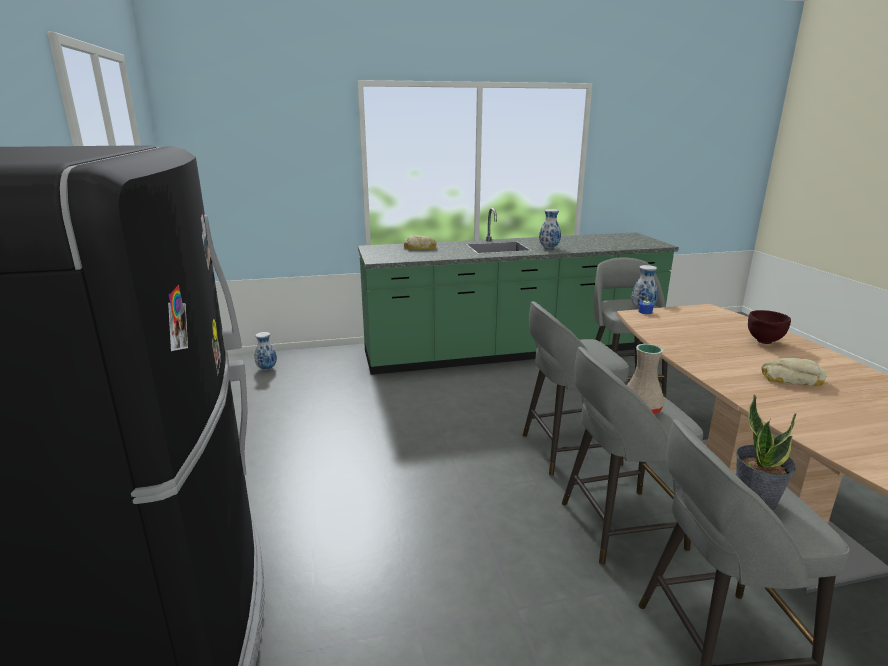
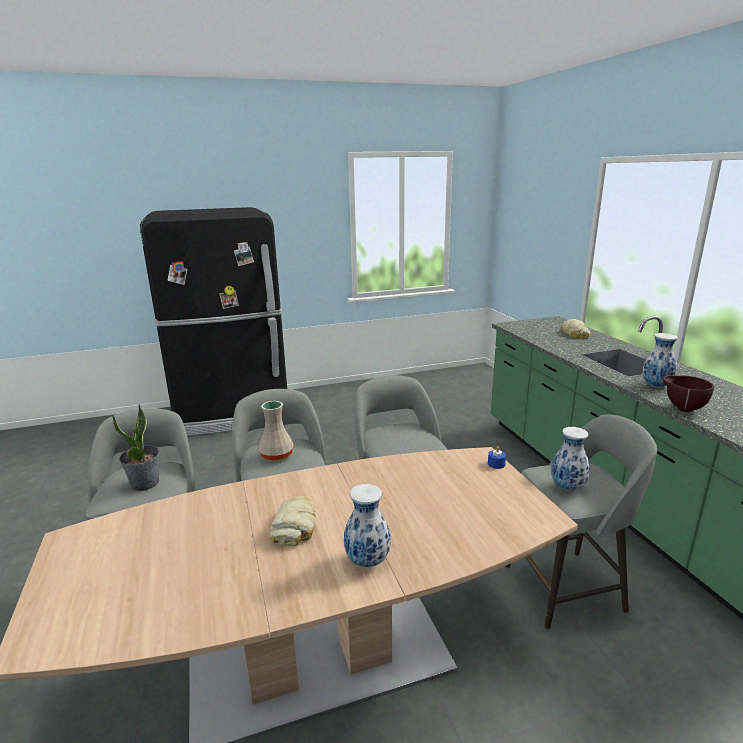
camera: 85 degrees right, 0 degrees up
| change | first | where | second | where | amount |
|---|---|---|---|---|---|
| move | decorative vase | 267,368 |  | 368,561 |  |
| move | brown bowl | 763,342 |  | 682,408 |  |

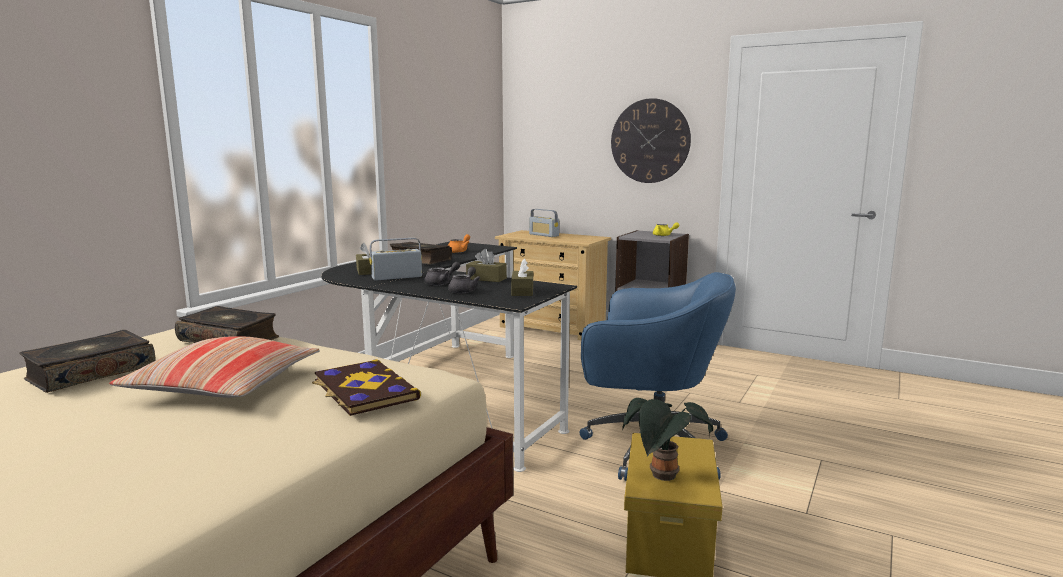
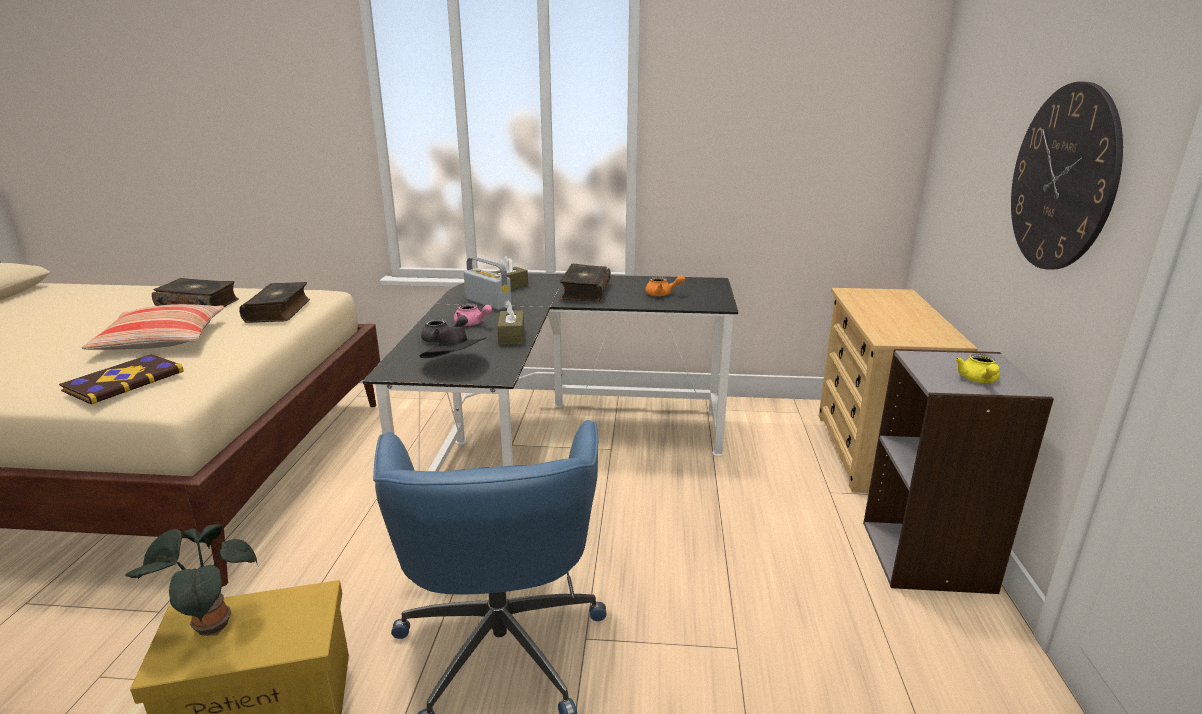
camera: 65 degrees right, 10 degrees up
| change | first | where | second | where | amount |
|---|---|---|---|---|---|
| recolor | greyish tea pot | 441,283 | pink tea pot | 472,324 |  |
| replace | brown box of tissues | 522,291 | black-coloured clothing hat | 456,364 |  |
| delete | radio | 543,235 |  |  |  |

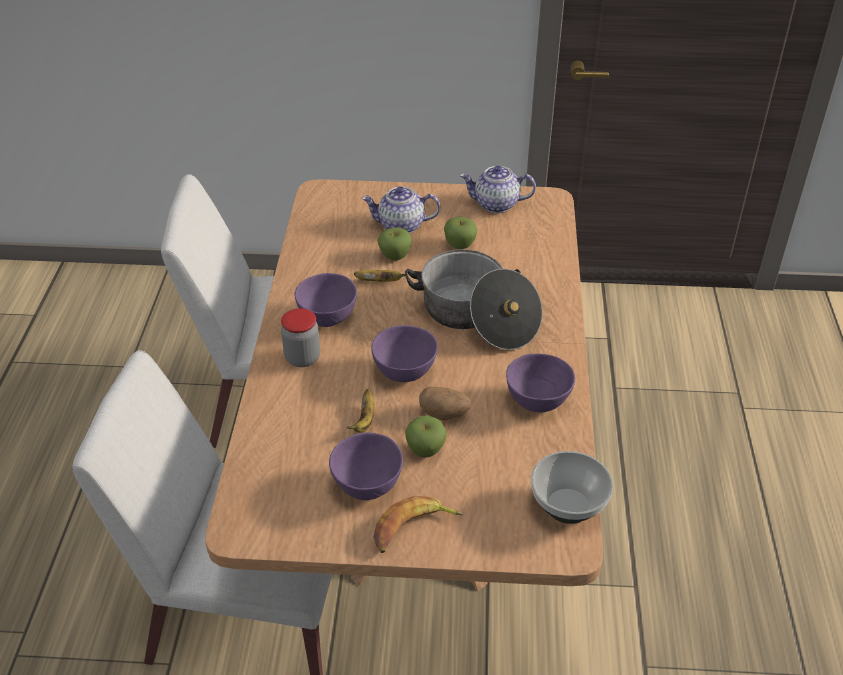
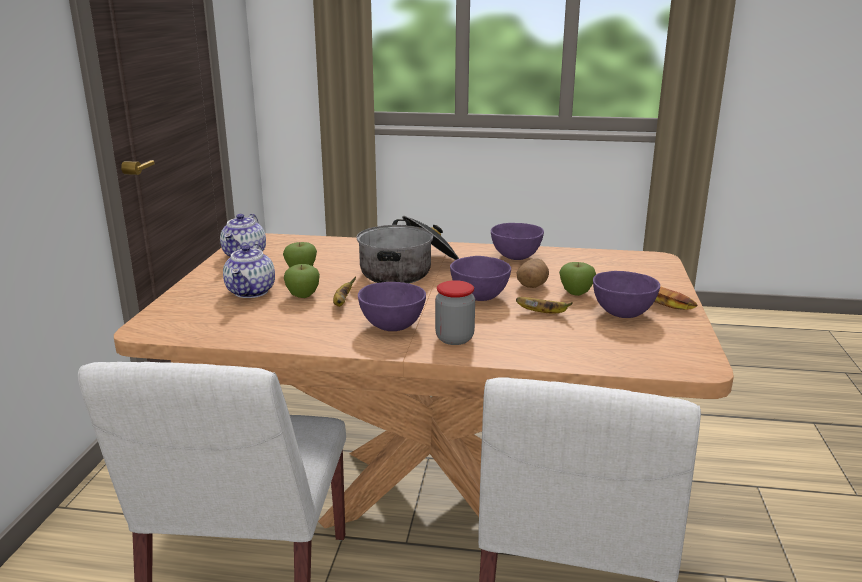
camera: 85 degrees left, 20 degrees down
| change | first | where | second | where | amount |
|---|---|---|---|---|---|
| delete | bowl | 567,505 |  |  |  |

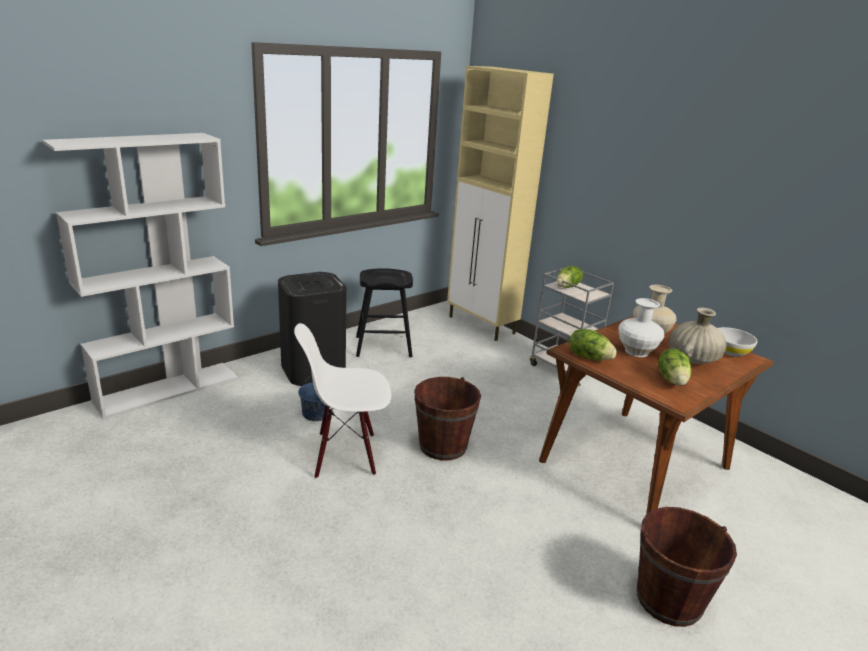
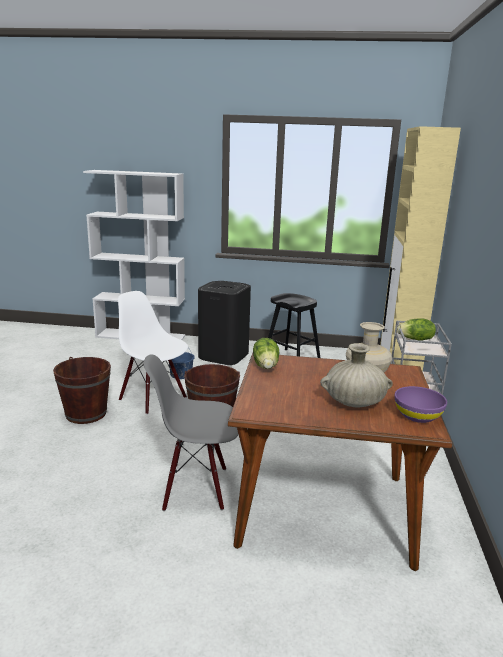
camera: 50 degrees right, 5 degrees down
| change | first | where | second | where | amount |
|---|---|---|---|---|---|
| delete | white decorative vase | 637,352 |  |  |  |
| move | brown water bucket | 669,600 |  | 86,414 |  |
| delete | lettuce | 672,380 |  |  |  |
| recolor | white bowl | 730,351 | purplish bowl | 417,416 |  |
| insert |  |  | greyish upright chair | 195,487 |  |

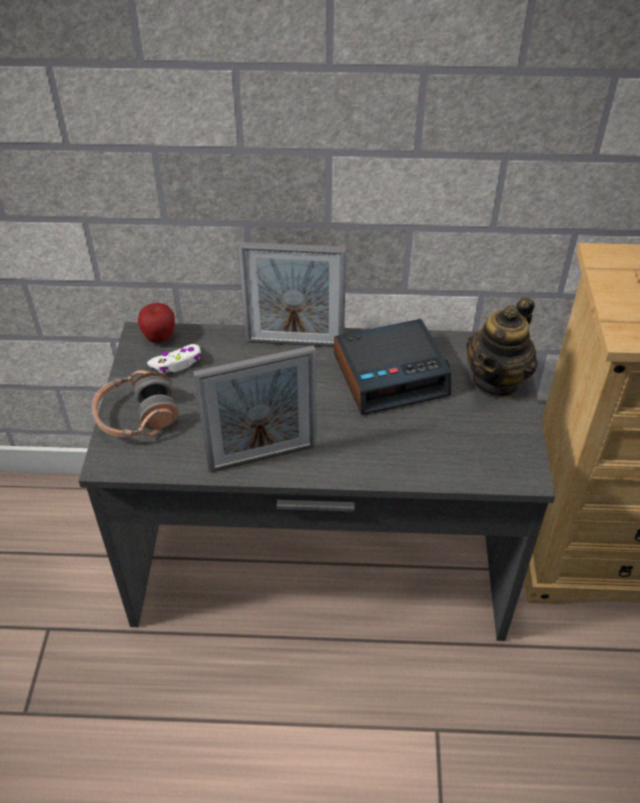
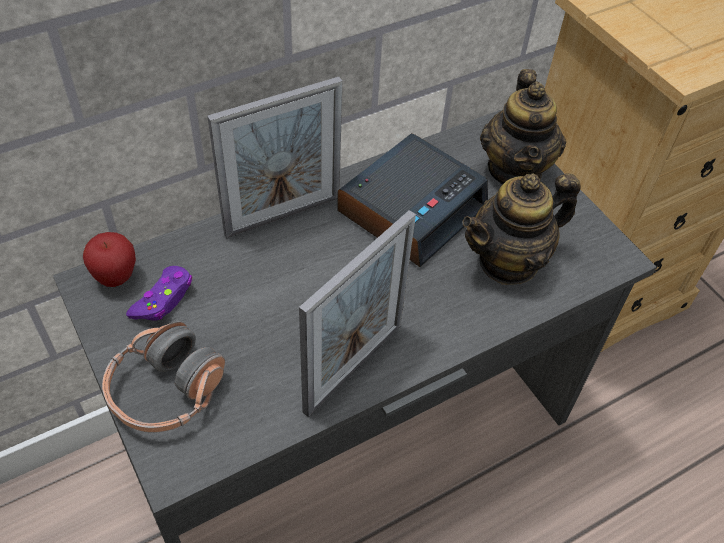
camera: 35 degrees left, 5 degrees up
| change | first | where | second | where | amount |
|---|---|---|---|---|---|
| recolor | white joypad | 177,363 | purplish joypad | 163,299 |  |
| insert |  |  | tea pot | 509,261 |  |

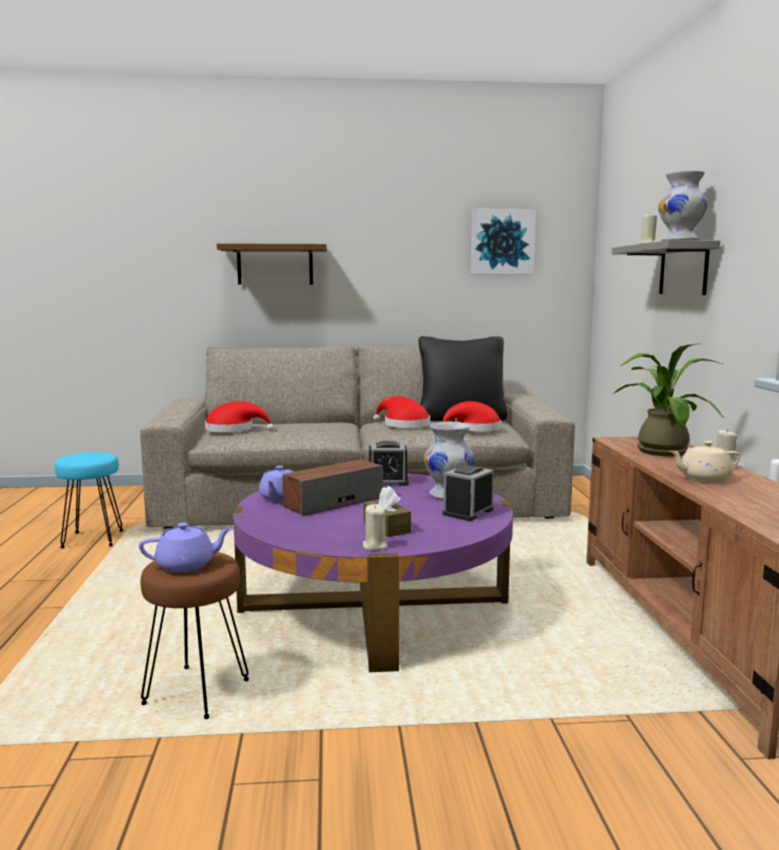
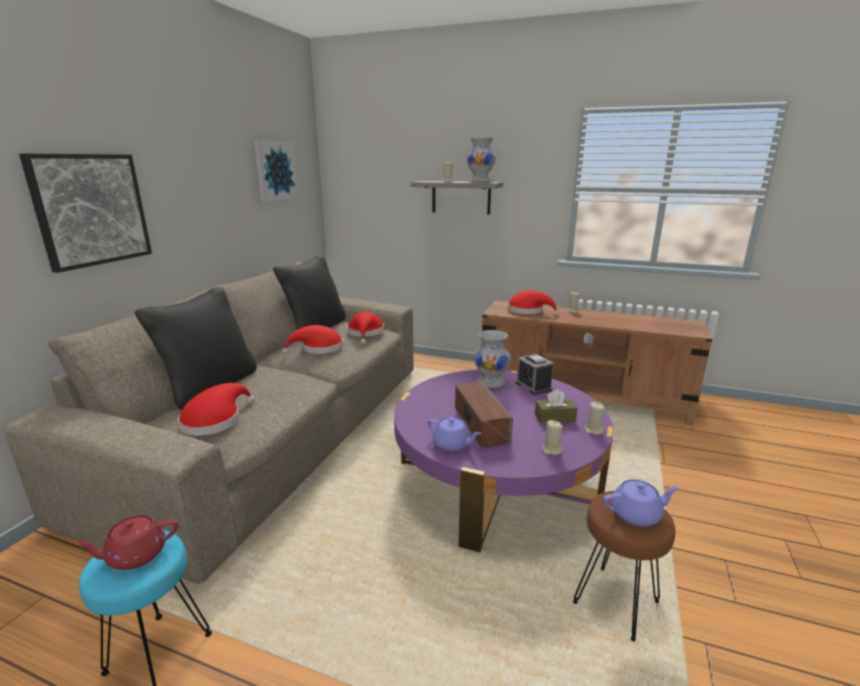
camera: 65 degrees left, 10 degrees up
| change | first | where | second | where | amount |
|---|---|---|---|---|---|
| rotate | purplish tea pot | 187,565 |  | 636,514 | 75 degrees clockwise |
| replace | brown bracket shelf | 275,265 | wall picture | 91,210 |  |
| delete | table clock | 387,481 |  |  |  |
| replace | plant in a pot | 660,450 | red clothing hat | 528,311 |  |
| delete | beige-coloured tea pot | 703,478 |  |  |  |
| insert |  |  | red tea pot | 135,555 |  |
| insert |  |  | black-coloured cushion | 210,386 |  |
| insert |  |  | beige-coloured candle | 551,450 |  |

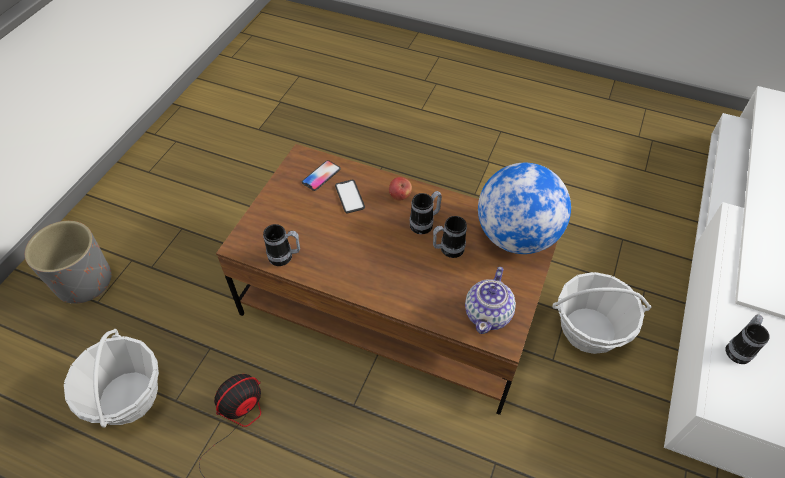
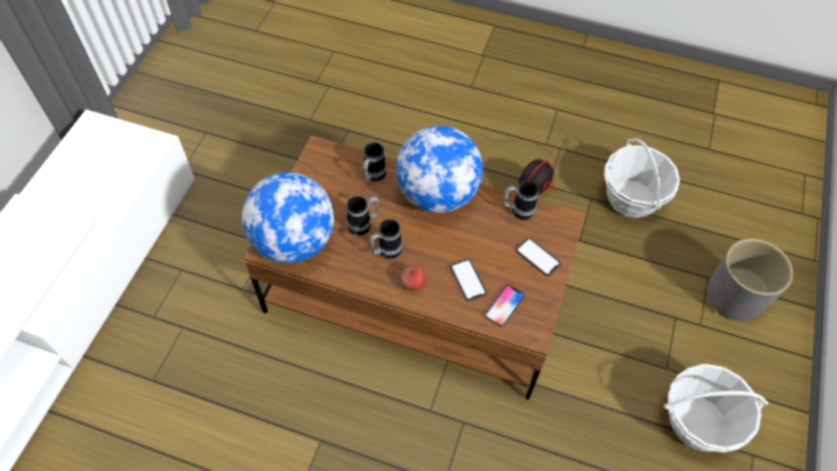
camera: 175 degrees right, 5 degrees up
| change | first | where | second | where | amount |
|---|---|---|---|---|---|
| delete | tea pot | 488,314 |  |  |  |
| move | basket | 589,330 |  | 698,422 |  |
| move | tea mug | 739,349 |  | 373,176 |  |
| insert |  |  | desk globe | 437,194 |  |
| insert |  |  | telephone | 537,257 |  |

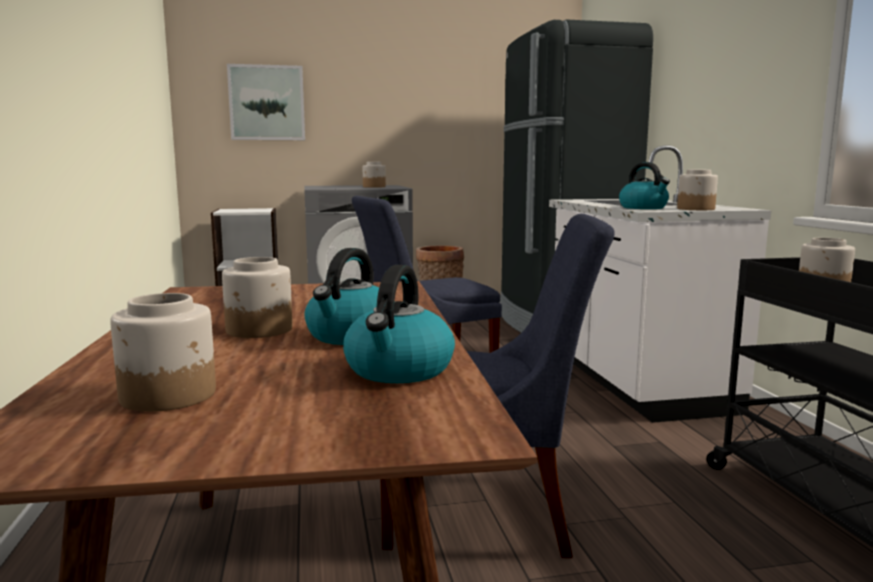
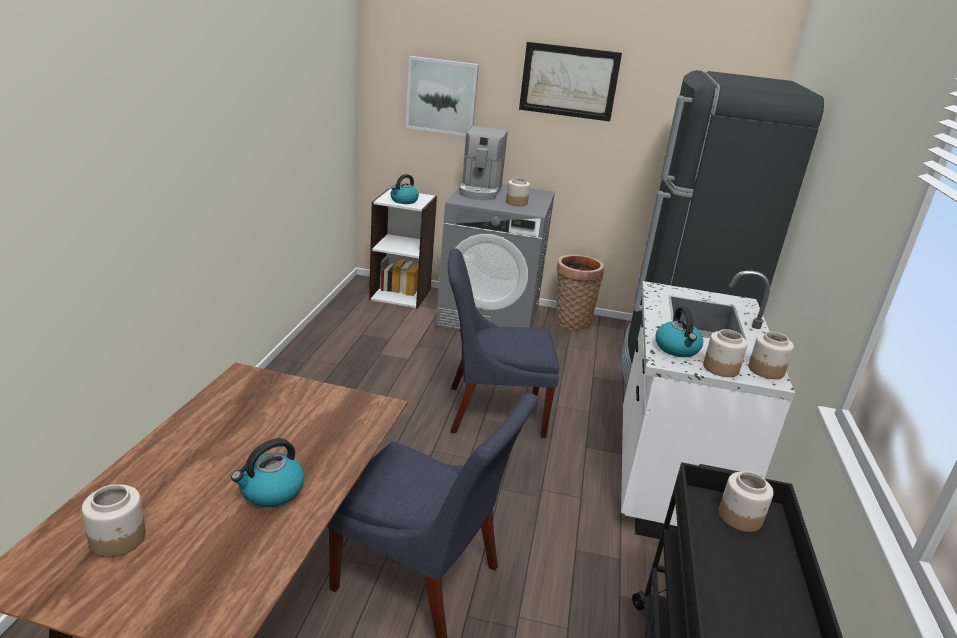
camera: 20 degrees right, 15 degrees up
| change | first | where | second | where | amount |
|---|---|---|---|---|---|
| move | preserve jar | 259,330 |  | 766,370 |  |
| move | tea kettle | 399,370 |  | 403,201 |  |
| insert |  |  | coffee machine | 480,191 |  |
| insert |  |  | wall picture | 569,81 |  |

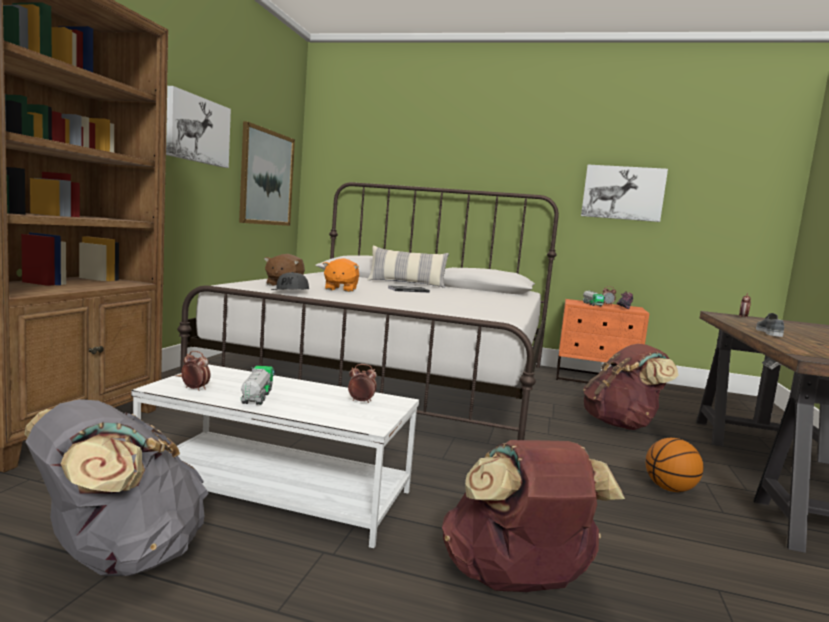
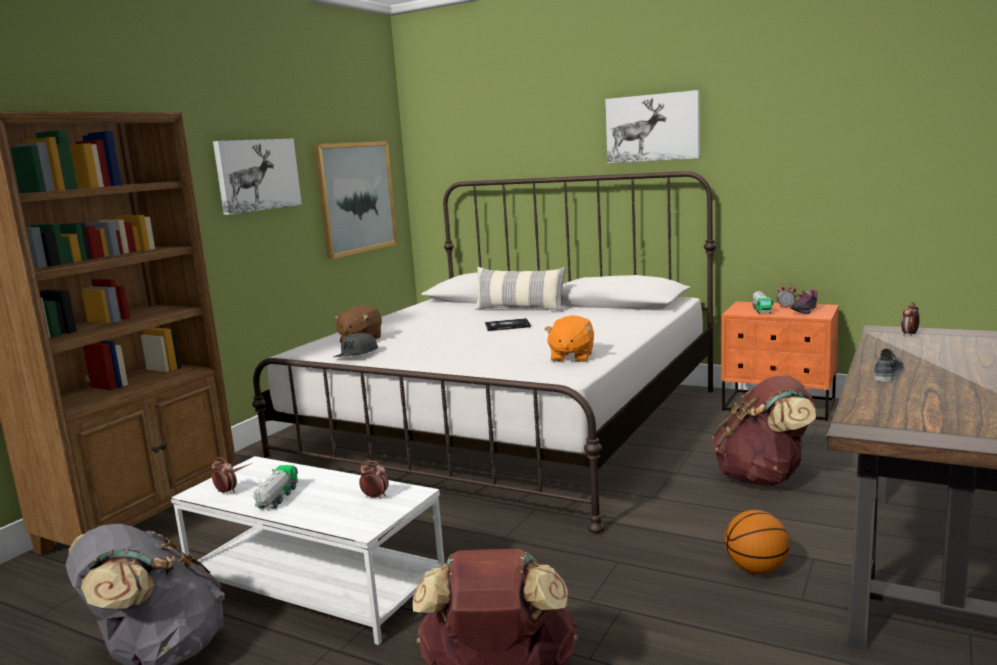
camera: 15 degrees right, 5 degrees up
| change | first | where | second | where | amount |
|---|---|---|---|---|---|
| move | orange-coloured plush toy | 340,289 |  | 571,357 |  |
| move | wall picture | 623,193 |  | 652,128 |  |

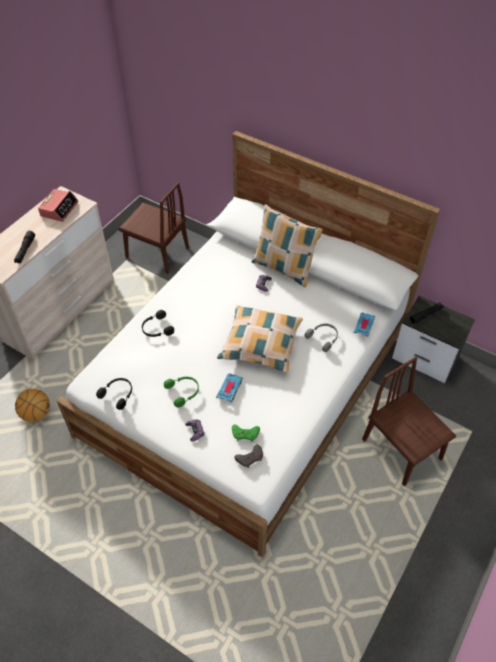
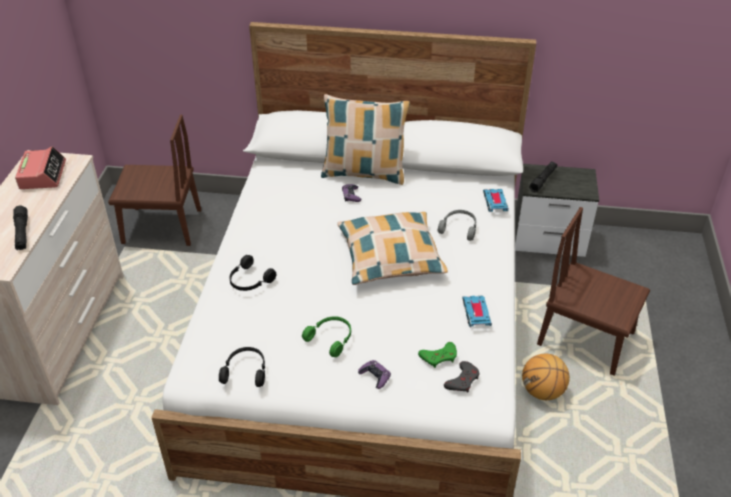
camera: 25 degrees left, 10 degrees down
| change | first | where | second | where | amount |
|---|---|---|---|---|---|
| move | basketball | 36,414 |  | 542,391 |  |
| move | model car | 229,389 |  | 476,313 |  |

